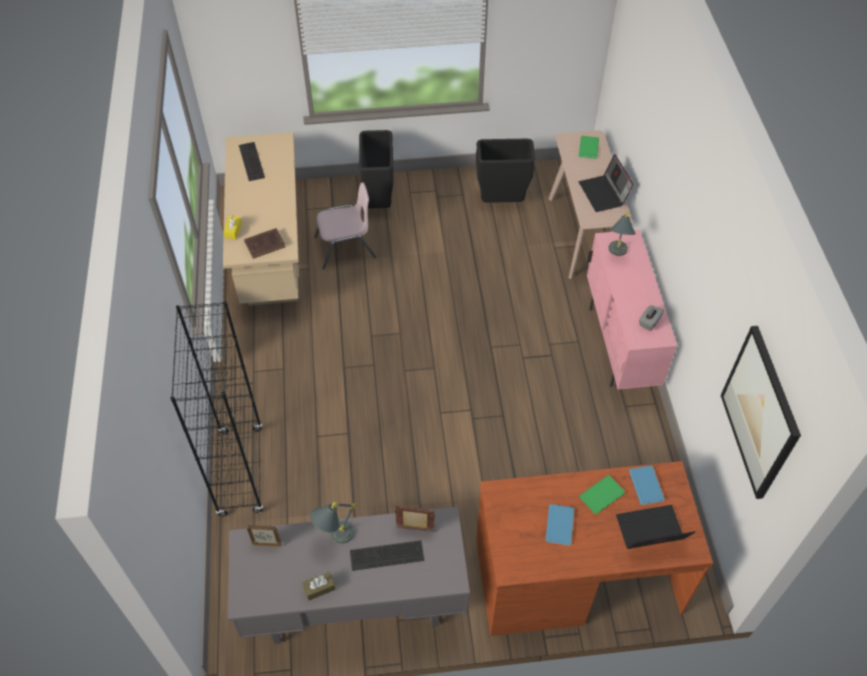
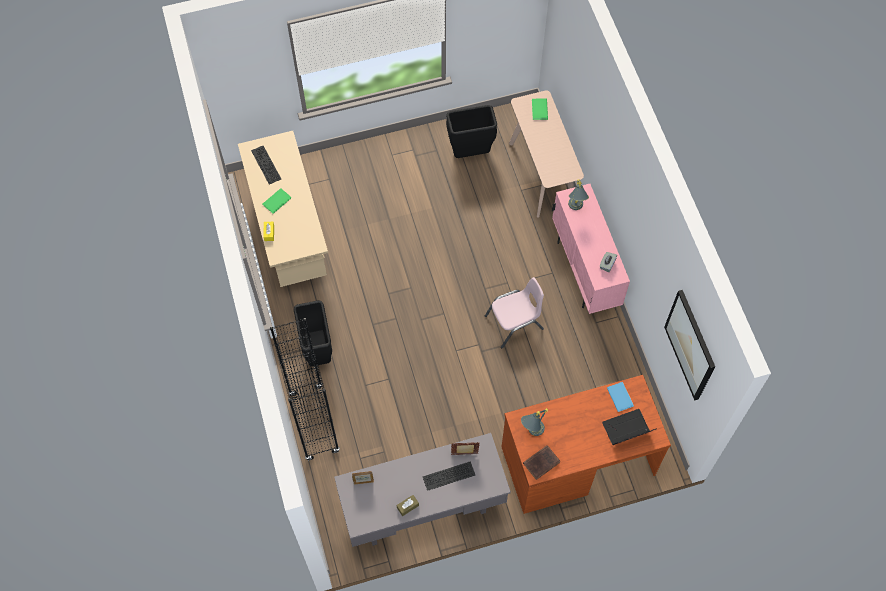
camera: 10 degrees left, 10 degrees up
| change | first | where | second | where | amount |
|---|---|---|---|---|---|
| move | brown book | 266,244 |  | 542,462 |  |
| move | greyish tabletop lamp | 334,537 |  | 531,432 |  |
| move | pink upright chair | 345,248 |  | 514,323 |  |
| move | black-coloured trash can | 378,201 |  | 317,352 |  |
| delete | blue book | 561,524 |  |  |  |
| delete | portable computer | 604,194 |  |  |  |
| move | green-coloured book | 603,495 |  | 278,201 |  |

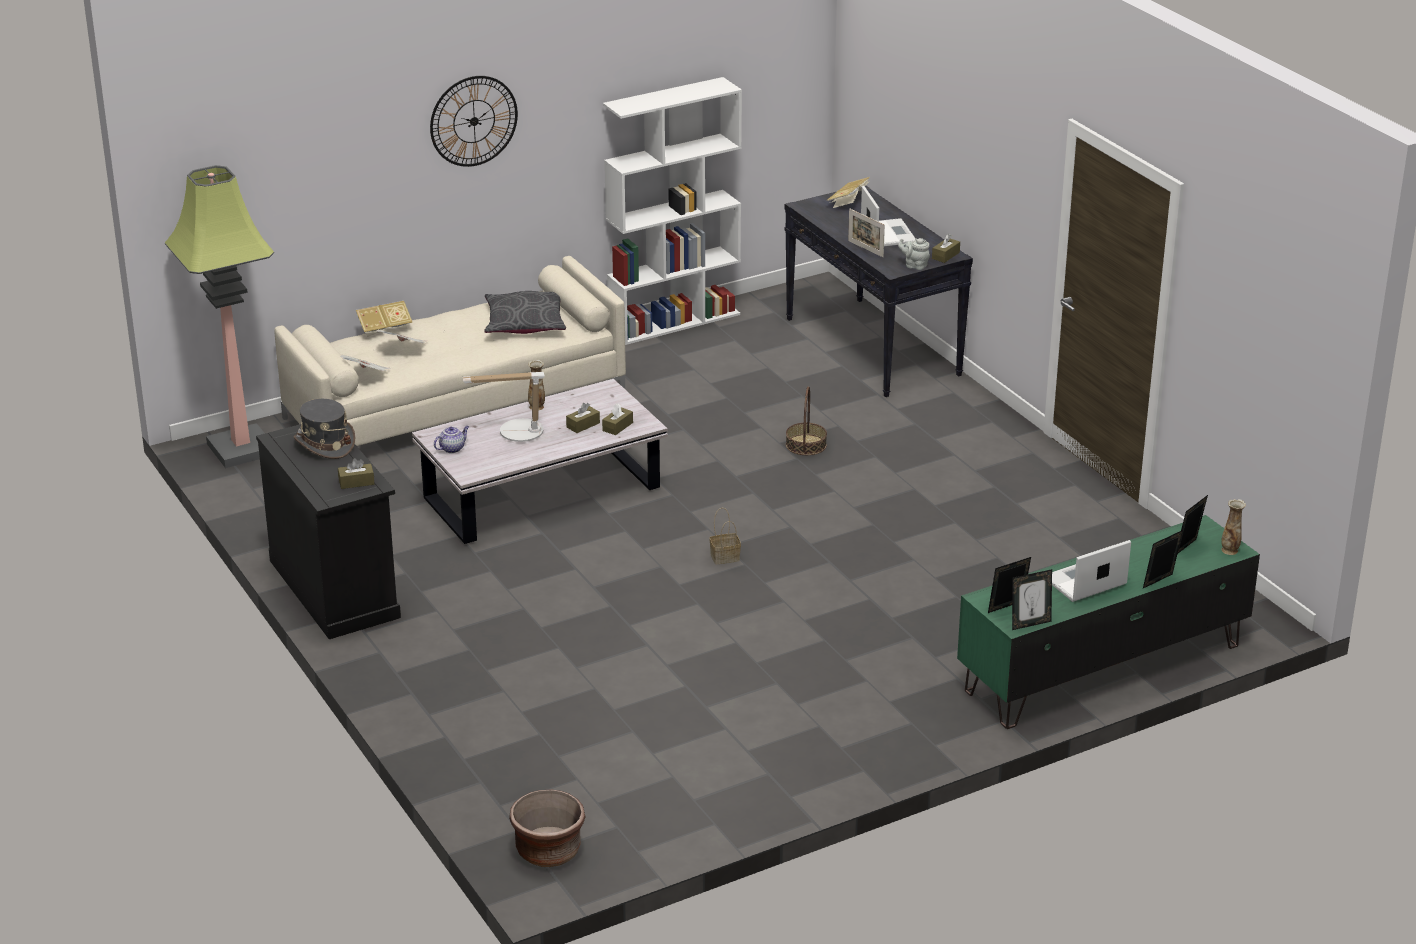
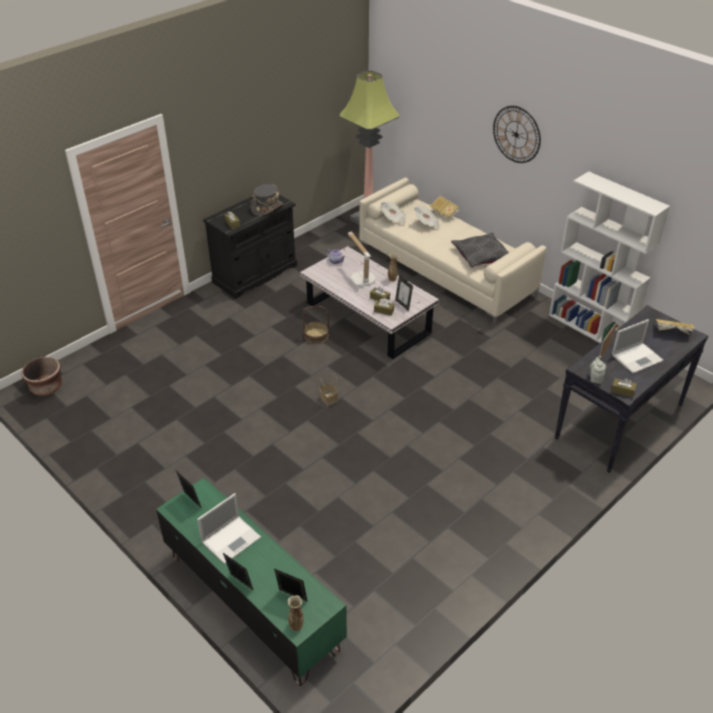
camera: 75 degrees right, 10 degrees up
| change | first | where | second | where | amount |
|---|---|---|---|---|---|
| move | basket | 806,445 |  | 316,335 |  |
| move | standing frame | 1030,623 |  | 403,304 |  |
| rotate | portable computer | 1083,582 |  | 232,539 | 90 degrees clockwise |

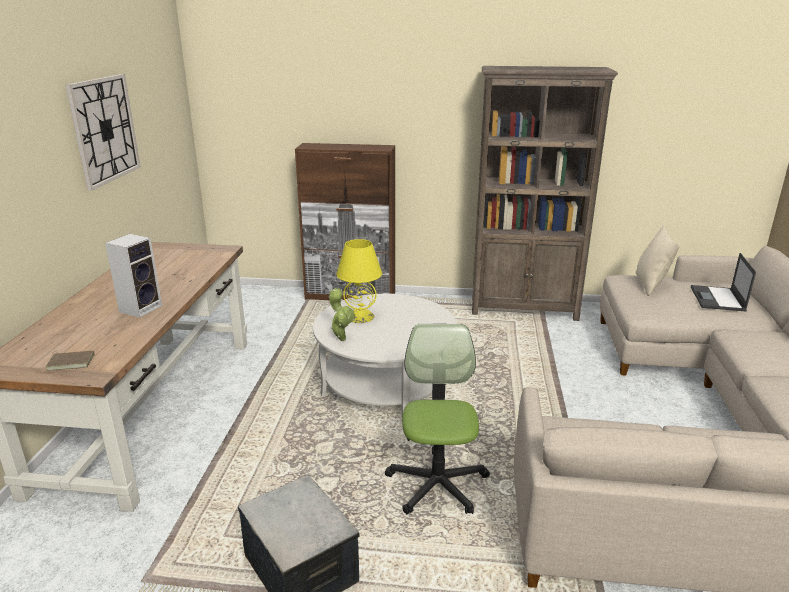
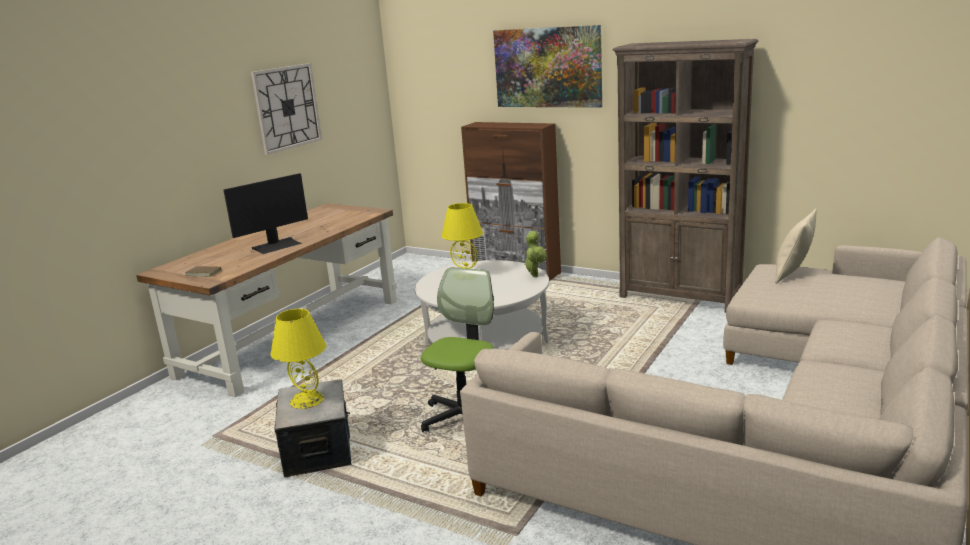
camera: 25 degrees right, 5 degrees down
| change | first | where | second | where | amount |
|---|---|---|---|---|---|
| replace | loudspeaker | 141,308 | computer screen | 277,245 |  |
| move | plant in a pot | 341,338 |  | 535,275 |  |
| delete | portable computer | 717,299 |  |  |  |
| insert |  |  | yellow tabletop lamp | 307,400 |  |
| insert |  |  | wall picture | 547,67 |  |

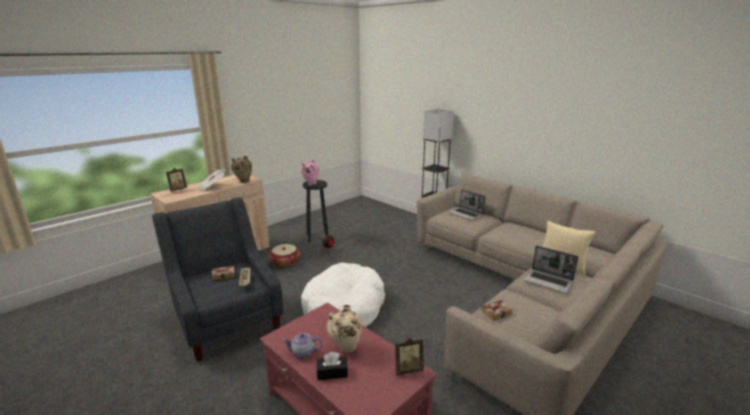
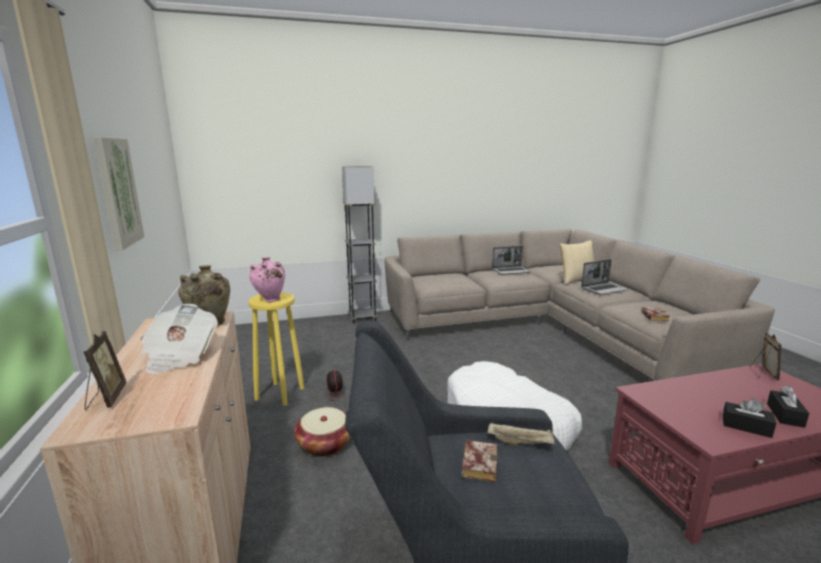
camera: 60 degrees left, 5 degrees down
| change | first | where | second | where | amount |
|---|---|---|---|---|---|
| replace | tea pot | 303,353 | black-coloured box of tissues | 746,426 |  |
| recolor | black-coloured stool seat | 318,237 | yellow stool seat | 280,393 |  |
| delete | beige-coloured decorative vase | 345,348 |  |  |  |
| move | portable computer | 466,214 |  | 511,271 |  |
| insert |  |  | wall picture | 118,192 |  |

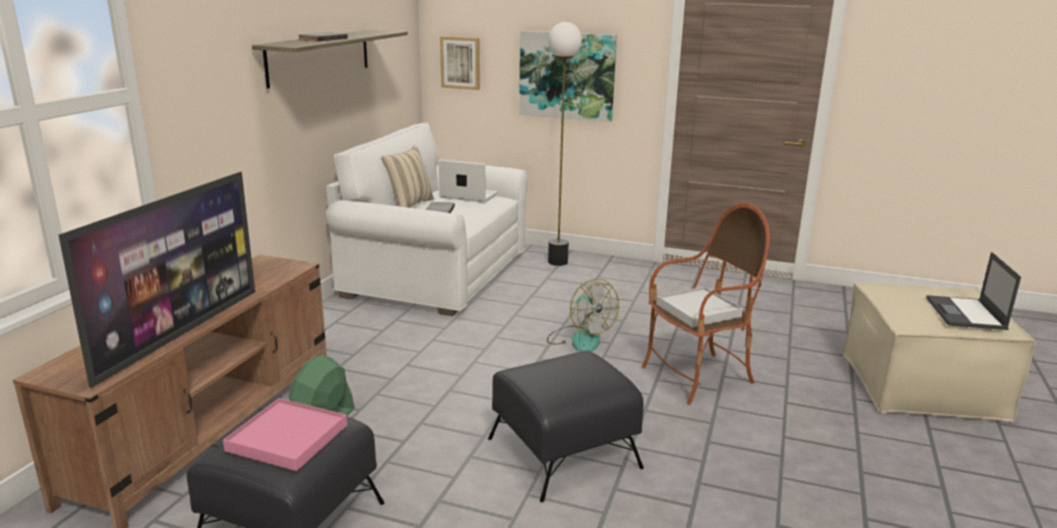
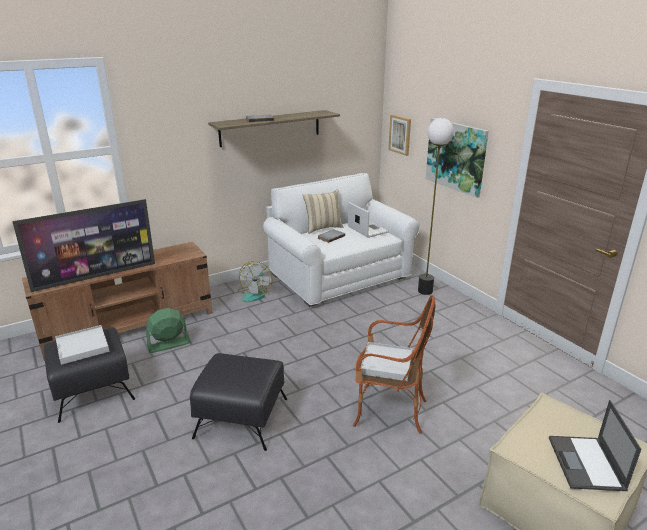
camera: 40 degrees right, 5 degrees up
| change | first | where | second | where | amount |
|---|---|---|---|---|---|
| recolor | pink carrying tray | 287,438 | white carrying tray | 82,346 |  |
| move | fan | 579,339 |  | 255,294 |  |
| rotate | portable computer | 966,314 |  | 586,464 | 45 degrees counterclockwise |

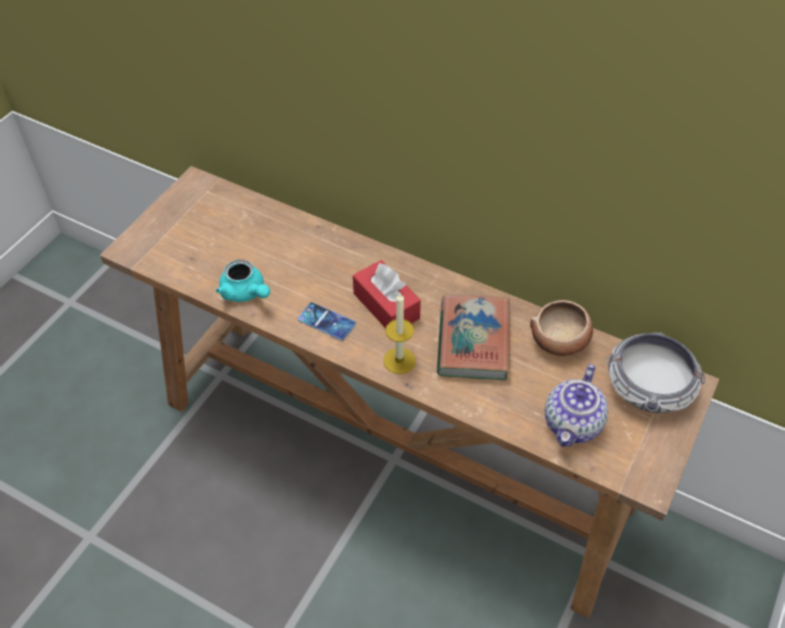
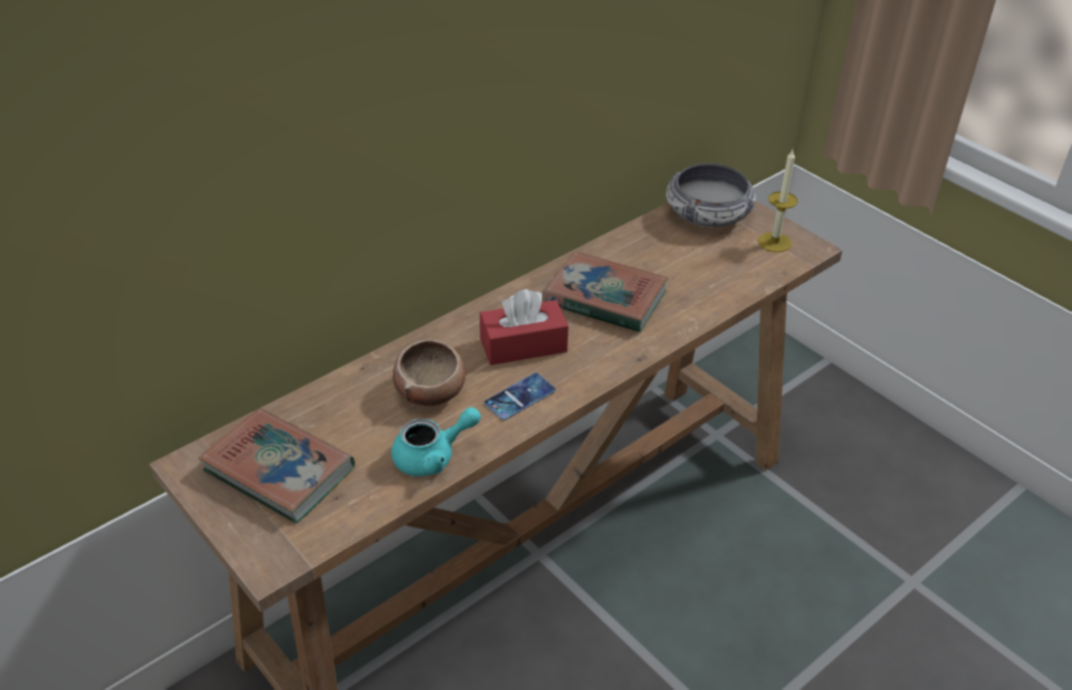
camera: 70 degrees left, 10 degrees down
| change | first | where | second | where | amount |
|---|---|---|---|---|---|
| move | candle | 399,360 |  | 774,242 |  |
| move | bowl | 560,340 |  | 431,391 |  |
| delete | tea pot | 573,424 |  |  |  |
| insert |  |  | book | 279,470 |  |

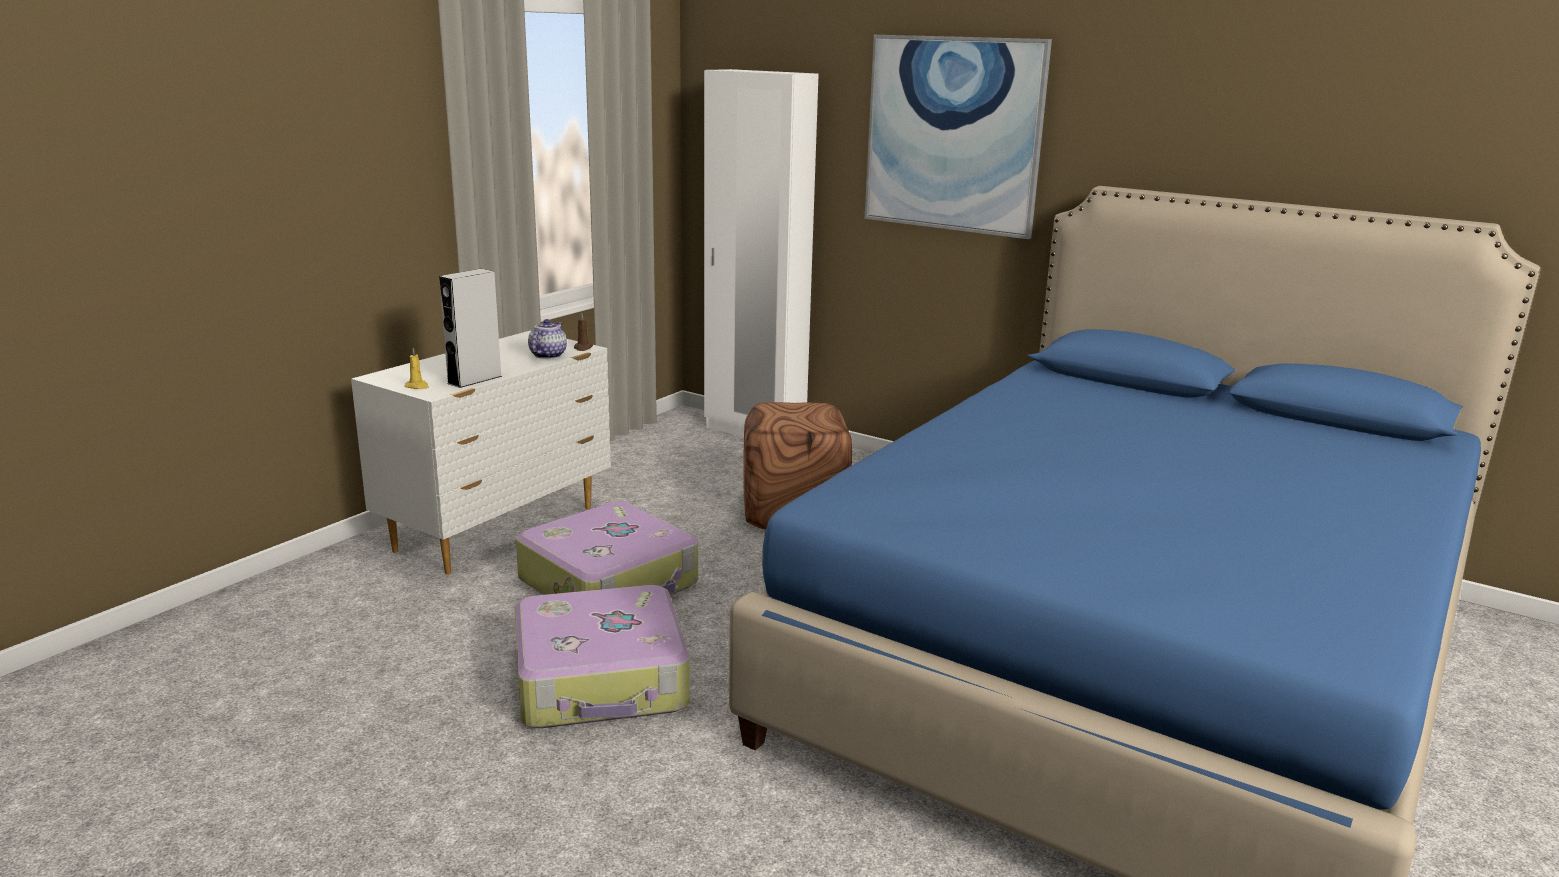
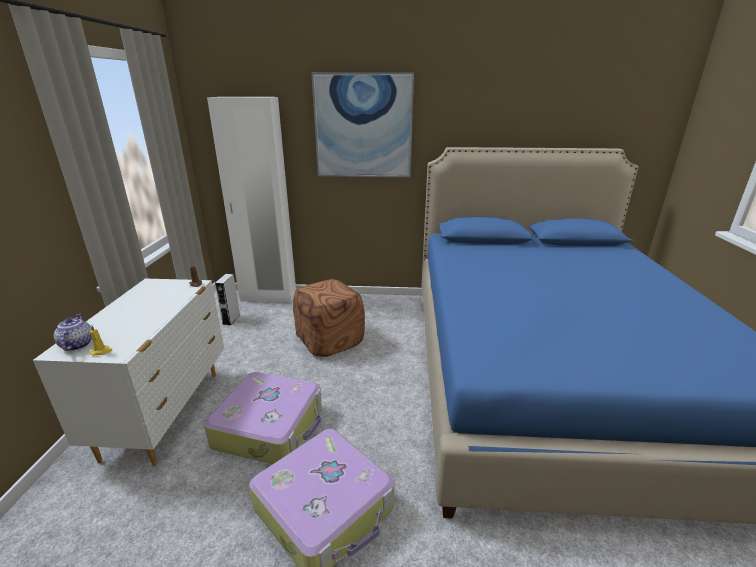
camera: 30 degrees left, 5 degrees up
| change | first | where | second | where | amount |
|---|---|---|---|---|---|
| move | greyish loudspeaker | 474,379 |  | 231,319 |  |
| move | tea pot | 548,355 |  | 77,344 |  |

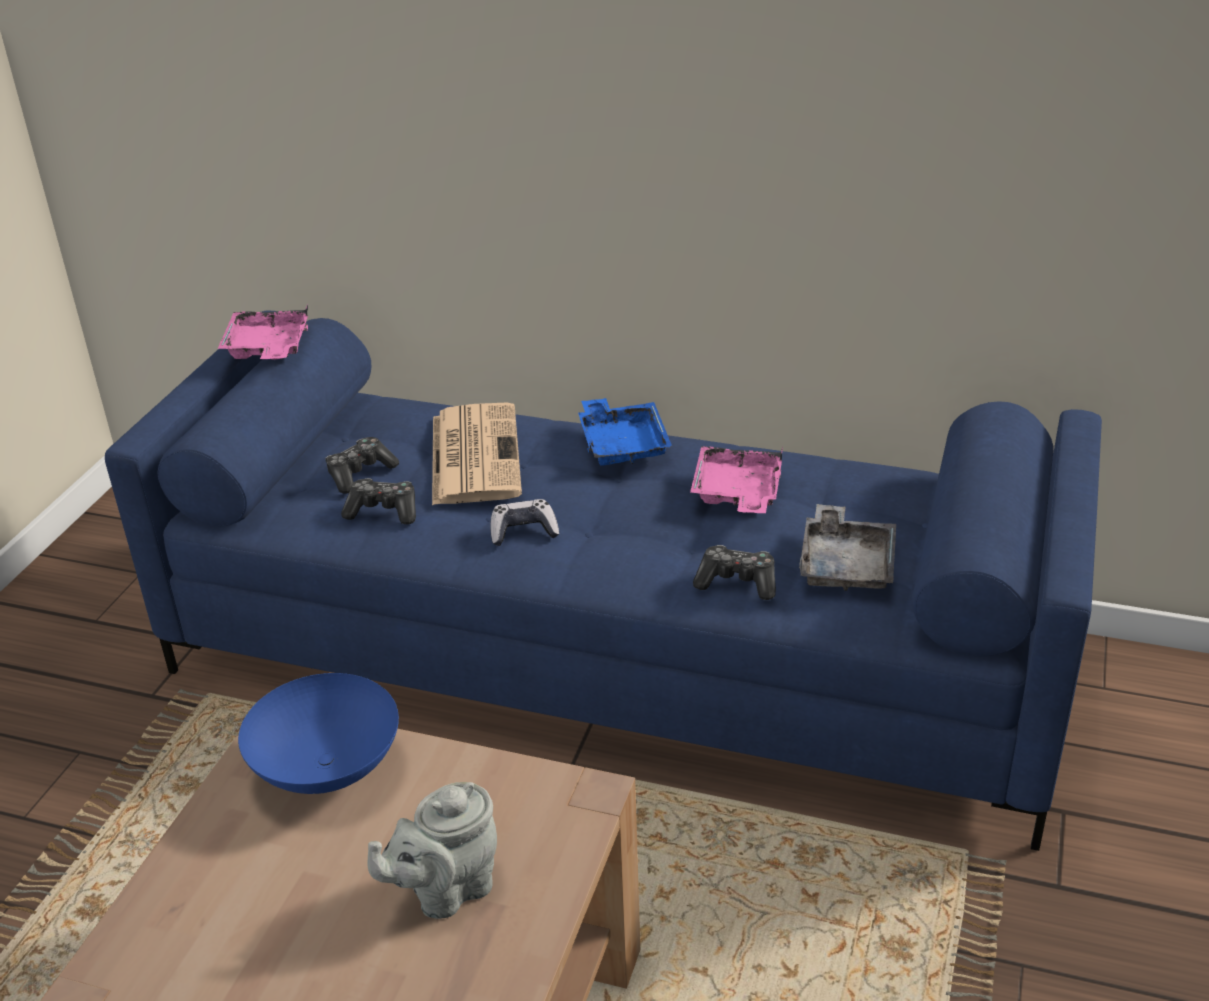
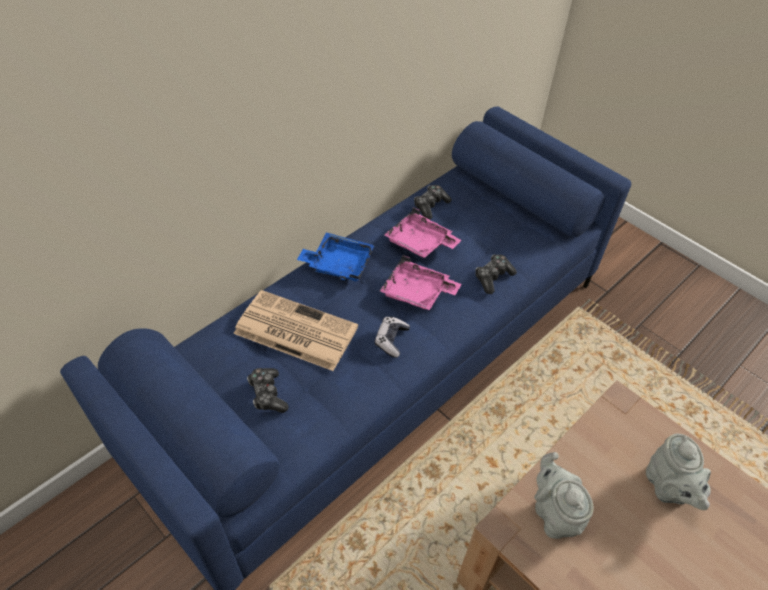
camera: 65 degrees left, 15 degrees up
| change | first | where | second | where | amount |
|---|---|---|---|---|---|
| move | pink carrying tray | 268,349 |  | 417,293 |  |
| replace | blue bowl | 325,770 | greyish tea pot | 554,514 |  |
| move | joypad | 383,511 |  | 430,206 |  |
| delete | greyish carrying tray | 846,564 |  |  |  |

